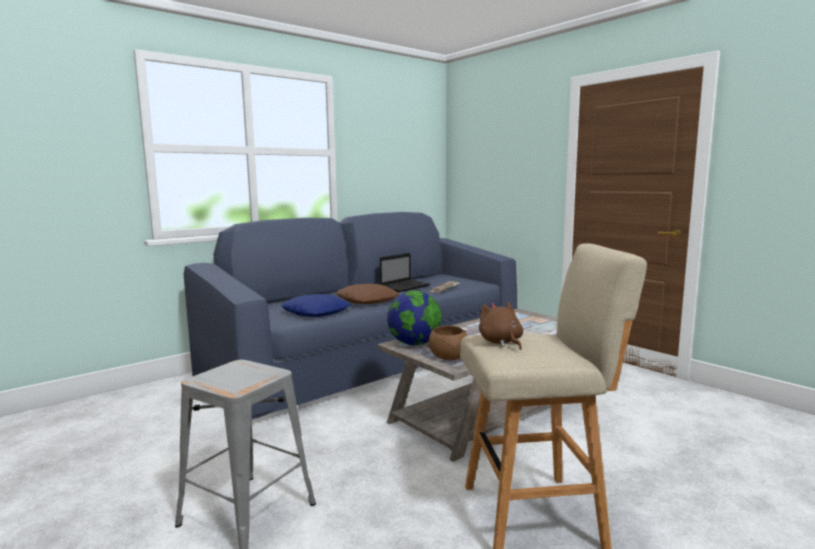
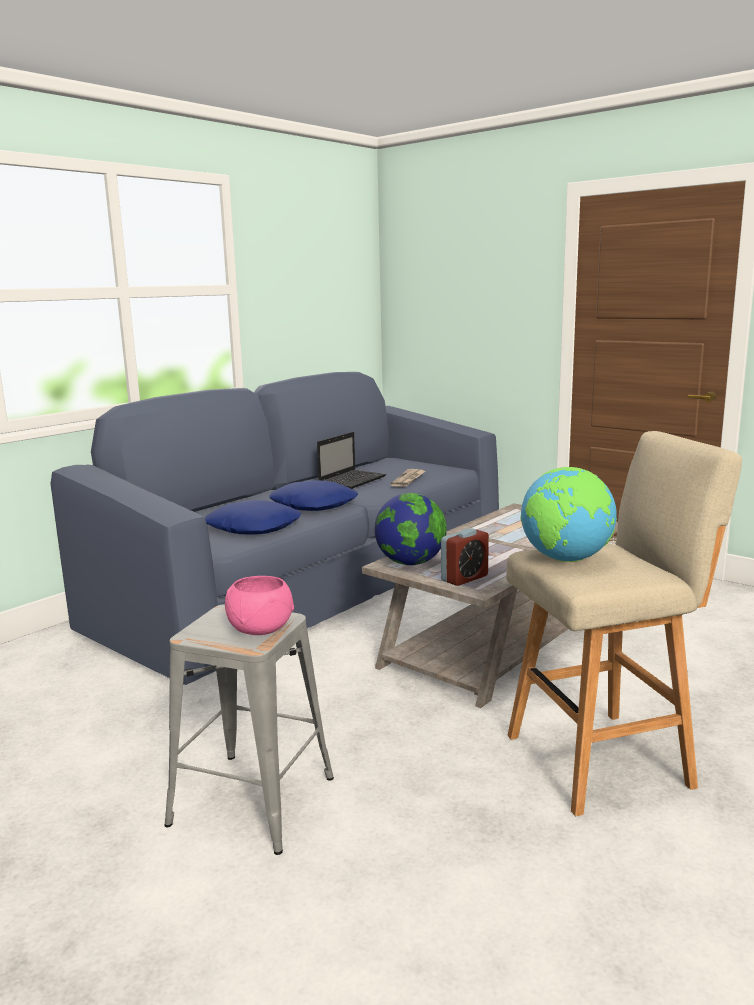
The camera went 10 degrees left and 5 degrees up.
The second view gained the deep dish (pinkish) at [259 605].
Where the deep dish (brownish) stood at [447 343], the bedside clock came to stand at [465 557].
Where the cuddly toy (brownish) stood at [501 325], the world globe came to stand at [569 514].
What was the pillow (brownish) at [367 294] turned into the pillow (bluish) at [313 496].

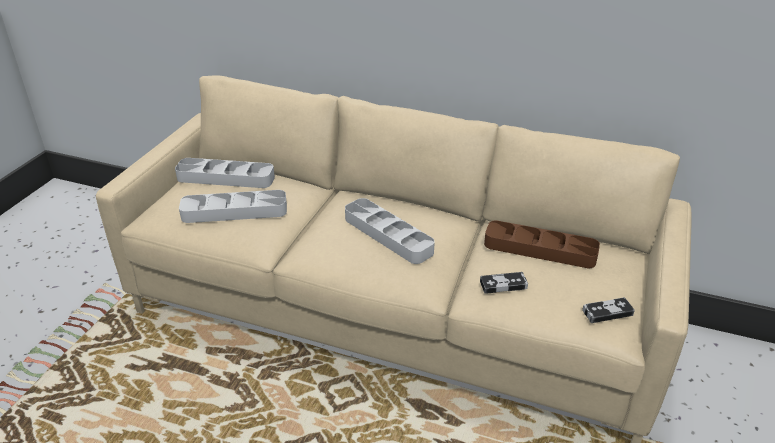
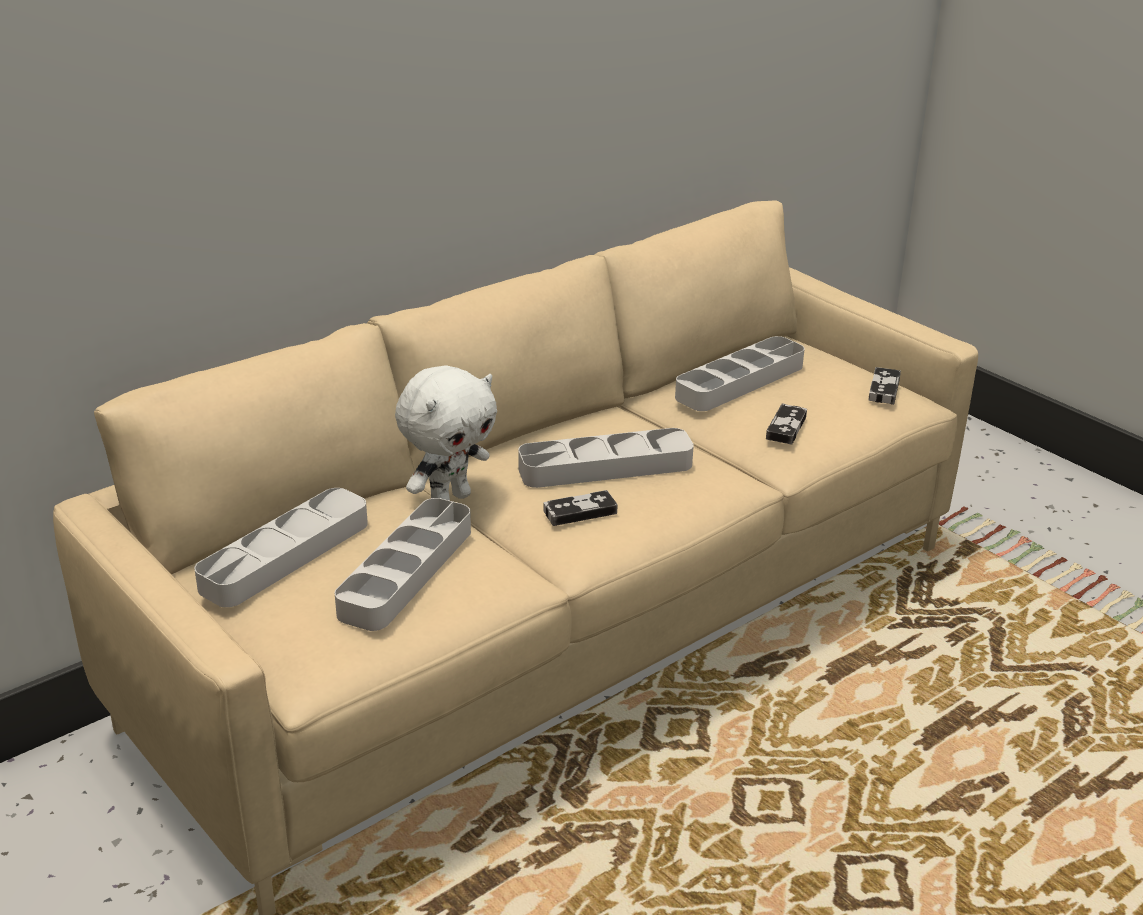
The camera went 60 degrees left and 5 degrees down.
The second view gained the cuddly toy (whitish) at [446 433].
The second view gained the joypad at [580 508].
What was the serving tray (brownish) at [542 244] turned into the serving tray (gray) at [740 373].

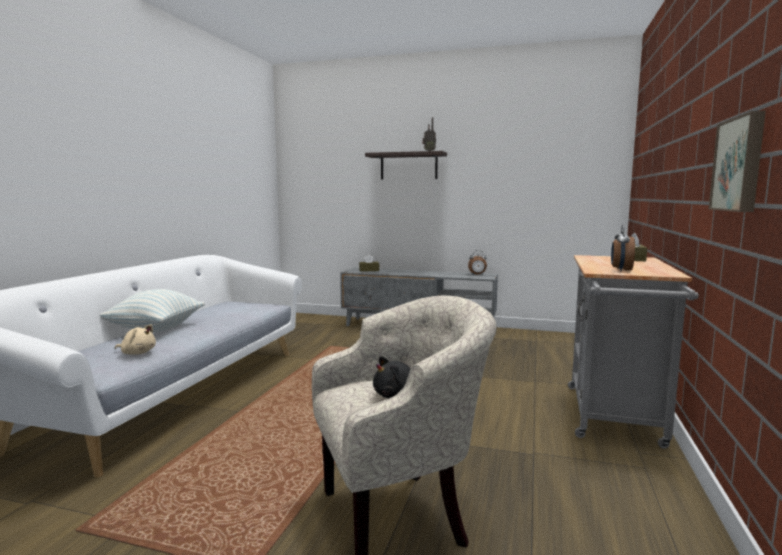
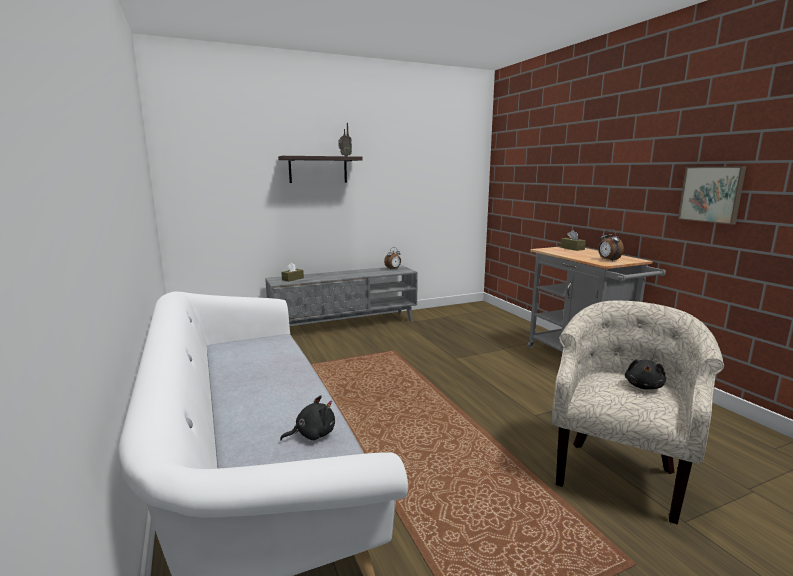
The camera went 40 degrees left and 5 degrees up.
The second view lost the pillow at [152 310].
What was the cuddly toy (sand-coloured) at [135 339] turned into the cuddly toy (blackish) at [307 417].

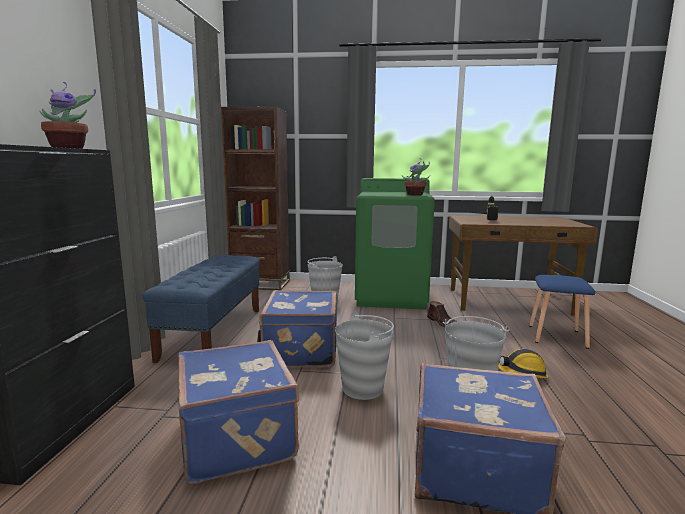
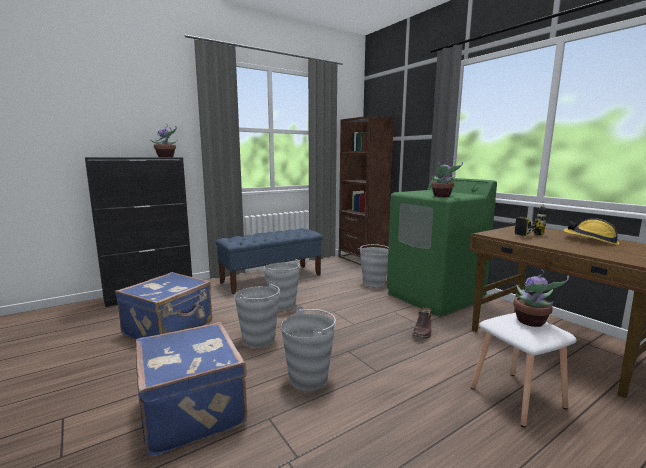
The camera went 50 degrees right and 0 degrees up.
The second view gained the potted plant at [541 298].
The work helmet ended up elsewhere, having gone from [523 363] to [591 231].
Where the travel case (bluish) stood at [297 329], the bucket (gray) came to stand at [282 285].
What was the stool seat (bluish) at [562 312] turned into the stool seat (whitish) at [523 370].

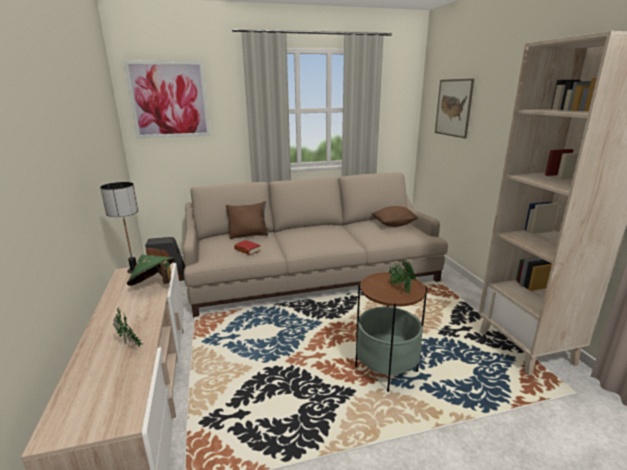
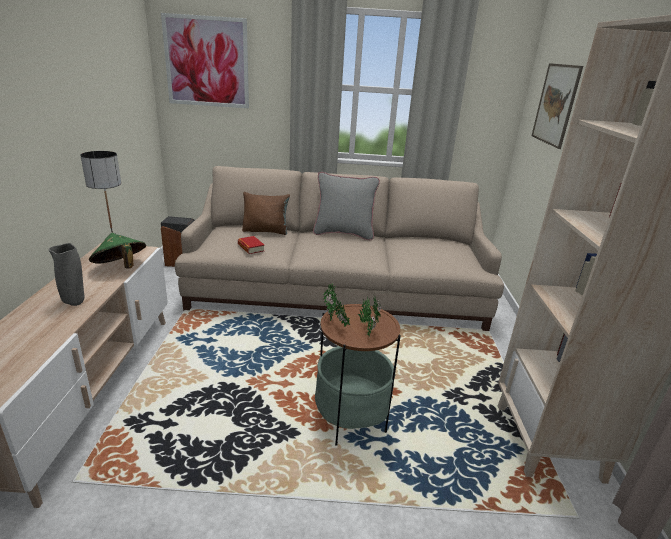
The camera went 15 degrees right and 5 degrees up.
The second view lost the pillow (brownish) at [394 216].
The second view gained the flower vase (gray) at [66 274].
The second view gained the pillow (gray) at [346 206].
The potted plant ended up elsewhere, having gone from [127 327] to [337 305].

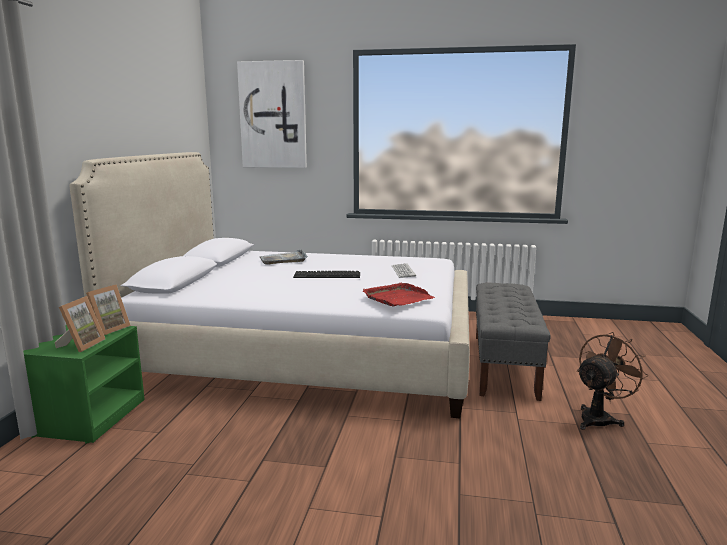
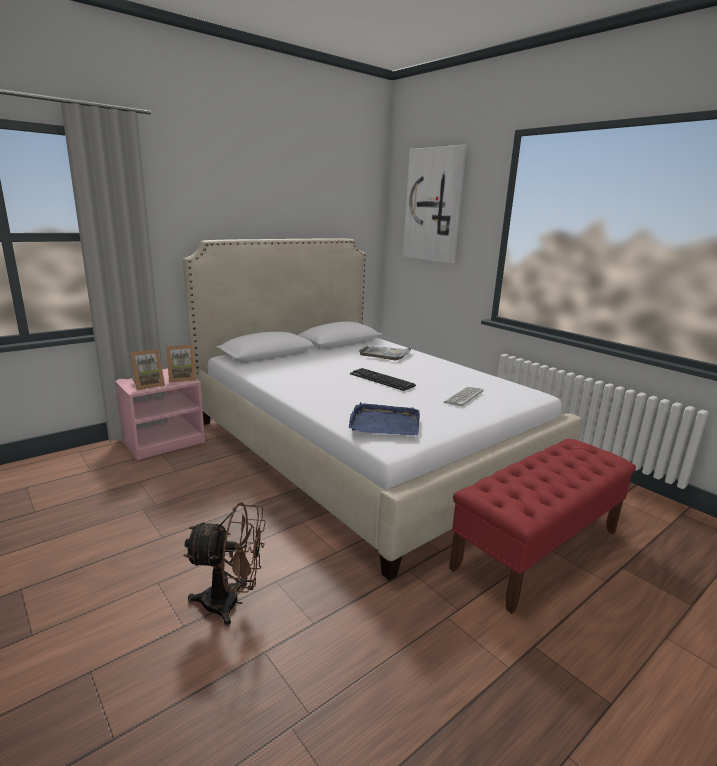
The camera went 40 degrees right and 5 degrees up.
The cooling fan (brownish) ended up elsewhere, having gone from [612 381] to [224 564].
What was the bedside table (greenish) at [84 384] turned into the bedside table (pinkish) at [160 414].
What was the serving tray (reddish) at [398 295] turned into the serving tray (bluish) at [384 419].
What was the long seat (gray) at [513 342] turned into the long seat (reddish) at [542 526].

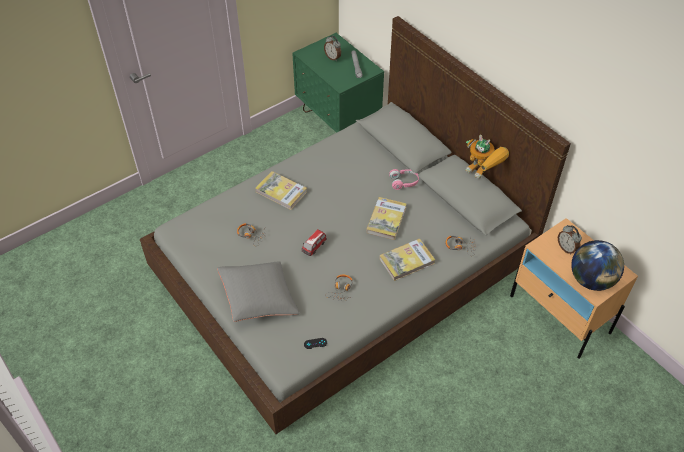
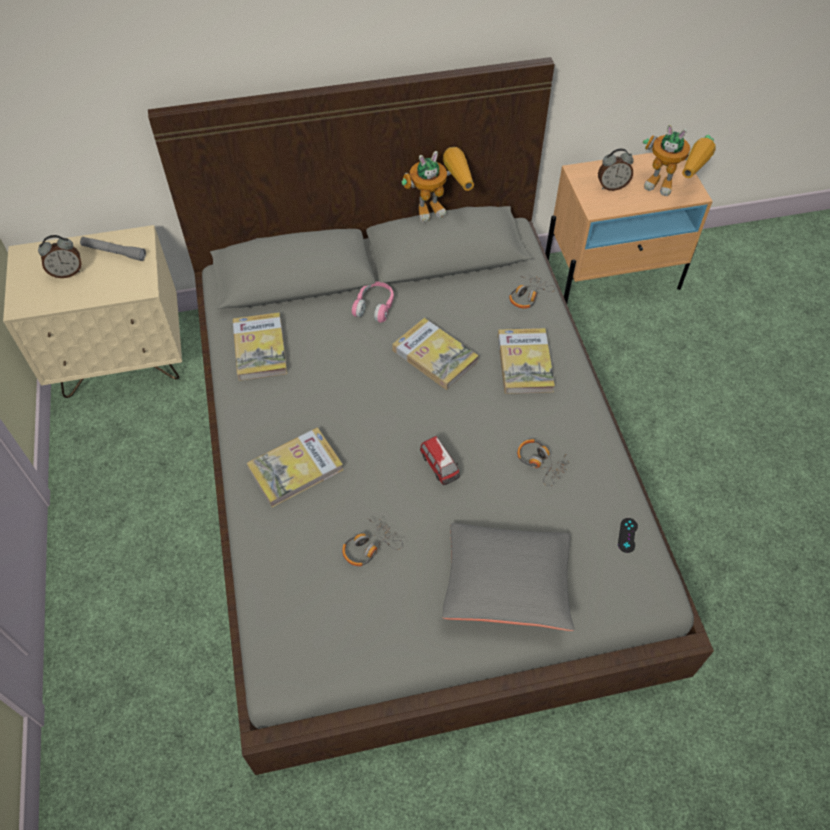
The camera went 65 degrees left and 5 degrees up.
The second view gained the bound book at [260 346].
Where the world globe stood at [597 265], the model robot came to stand at [679 160].
What was the bedside table (greenish) at [338 83] turned into the bedside table (sand-coloured) at [92 311].

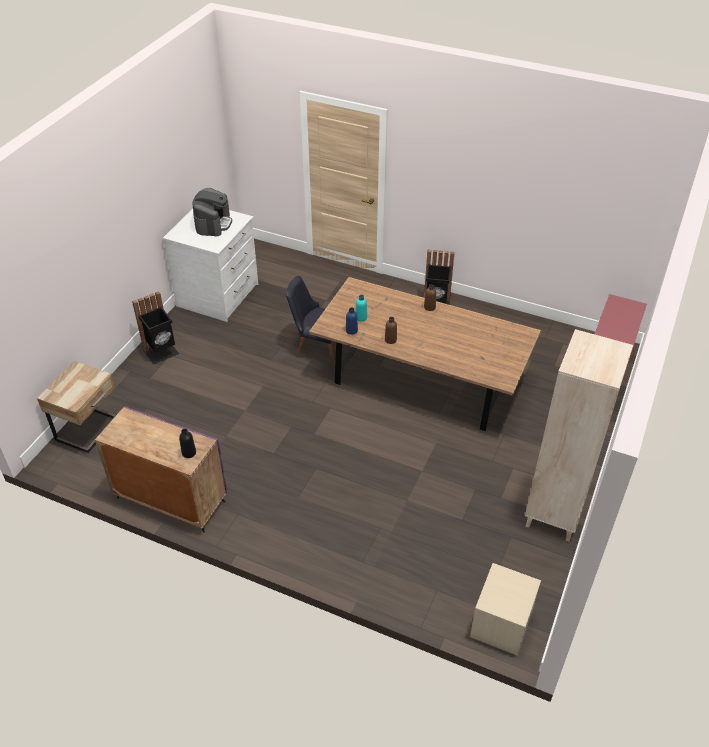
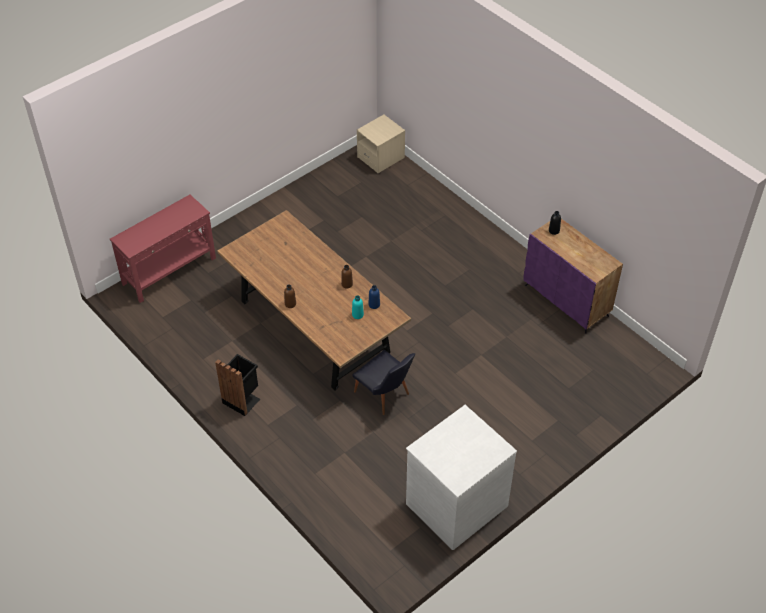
The camera went 155 degrees left and 5 degrees up.
The second view lost the bedside table (sand-coloured) at [76 407].
The second view lost the waste bin (blackish) at [155 327].
The second view lost the coffee brewer at [212 212].
The second view lost the bookcase (sand-coloured) at [579 435].

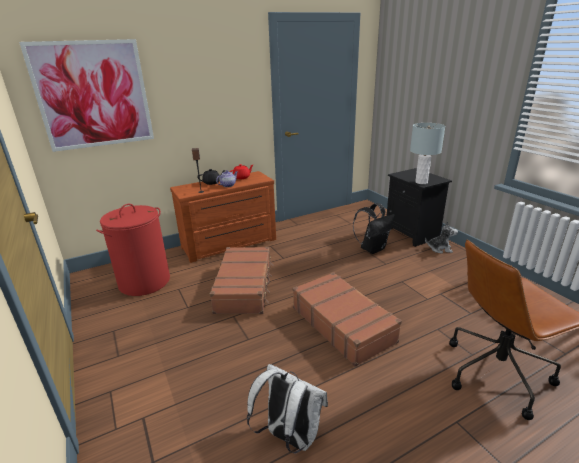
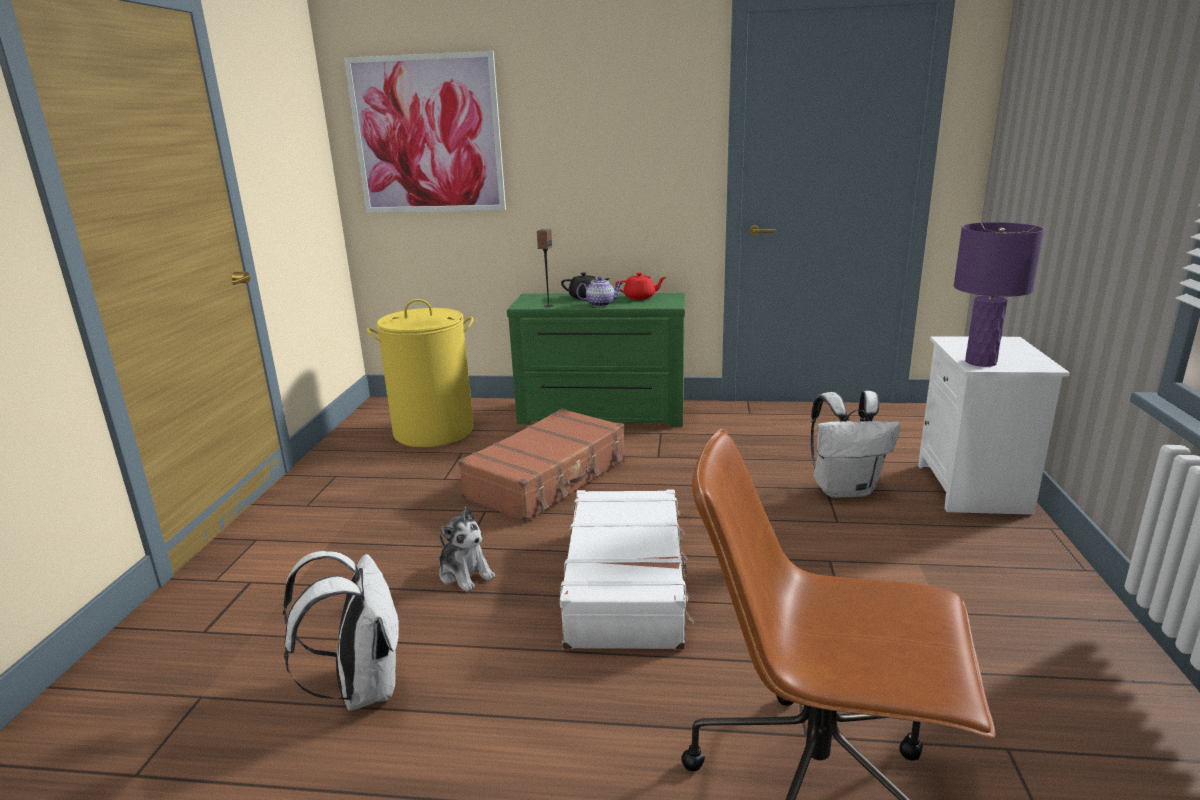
The camera went 35 degrees right and 5 degrees down.
The cuddly toy ended up elsewhere, having gone from [441 237] to [467 549].
What was the hamper (reddish) at [133 250] turned into the hamper (yellow-coloured) at [420 373].
What was the drawer chest (brownish) at [223 217] turned into the drawer chest (greenish) at [596 360].
What was the travel case (brownish) at [347 319] turned into the travel case (whitish) at [627 569].
What was the rucksack (blackish) at [374 228] turned into the rucksack (whitish) at [855 444].
What was the bedside table (blackish) at [419 207] turned into the bedside table (whitish) at [994 426].
What was the tabletop lamp (gray) at [427 153] turned into the tabletop lamp (purplish) at [998 294].

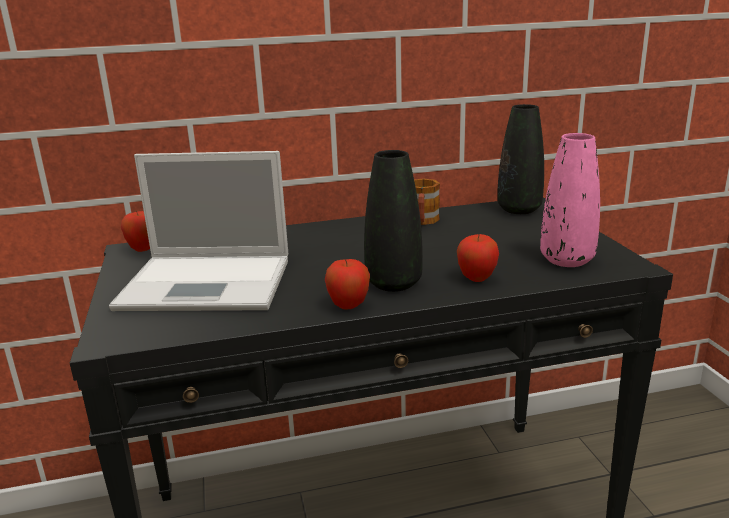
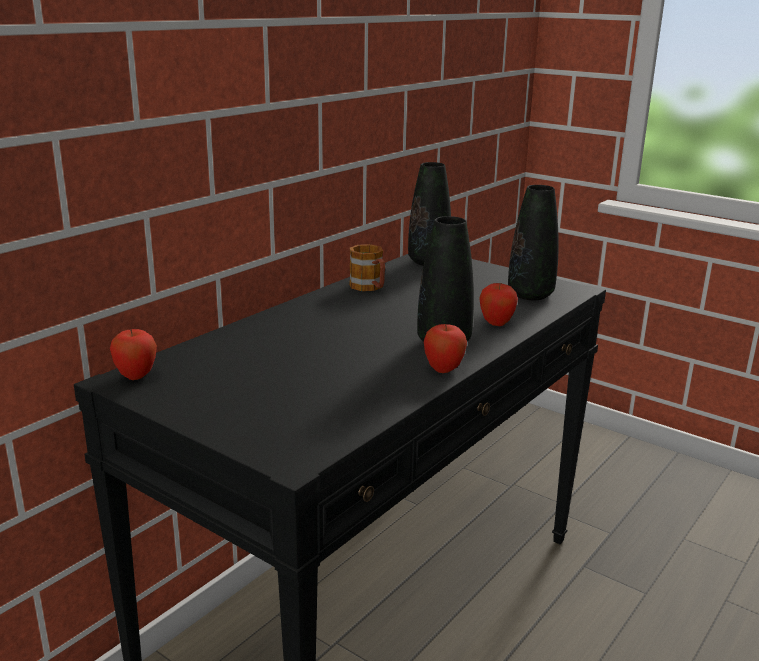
The camera went 40 degrees left and 0 degrees up.
The second view lost the portable computer at [198 231].
What was the flower vase (pinkish) at [570 200] turned into the flower vase (blackish) at [533 242].

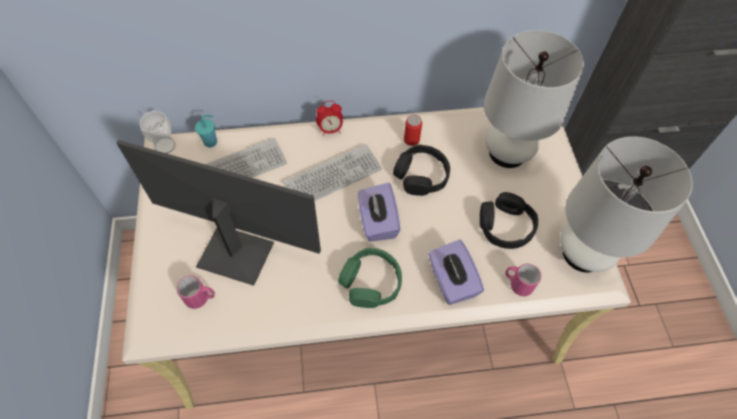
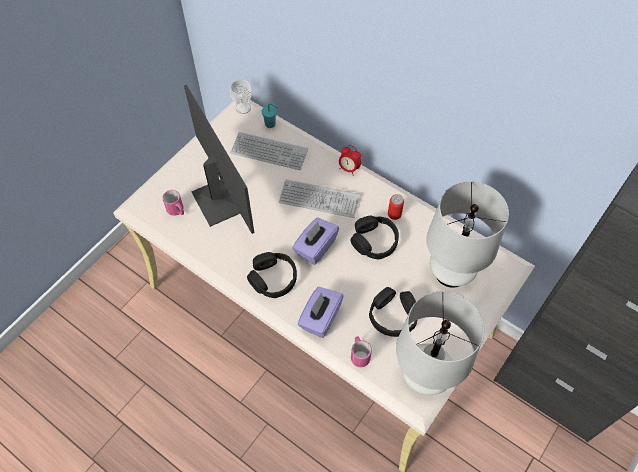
The camera went 45 degrees right and 0 degrees up.
What was the pair of headphones (greenish) at [370 278] turned into the pair of headphones (blackish) at [272 275].

